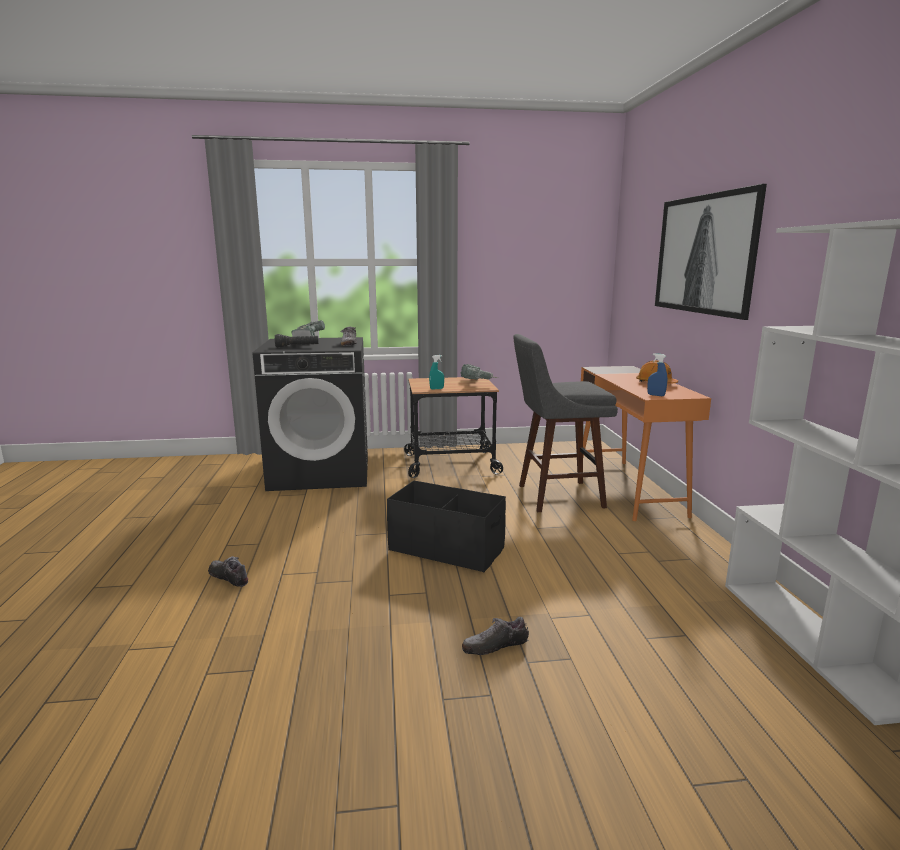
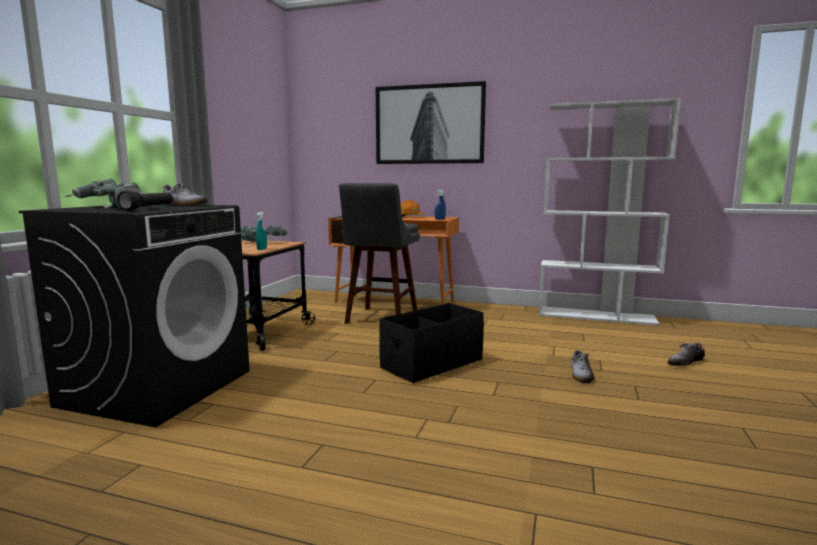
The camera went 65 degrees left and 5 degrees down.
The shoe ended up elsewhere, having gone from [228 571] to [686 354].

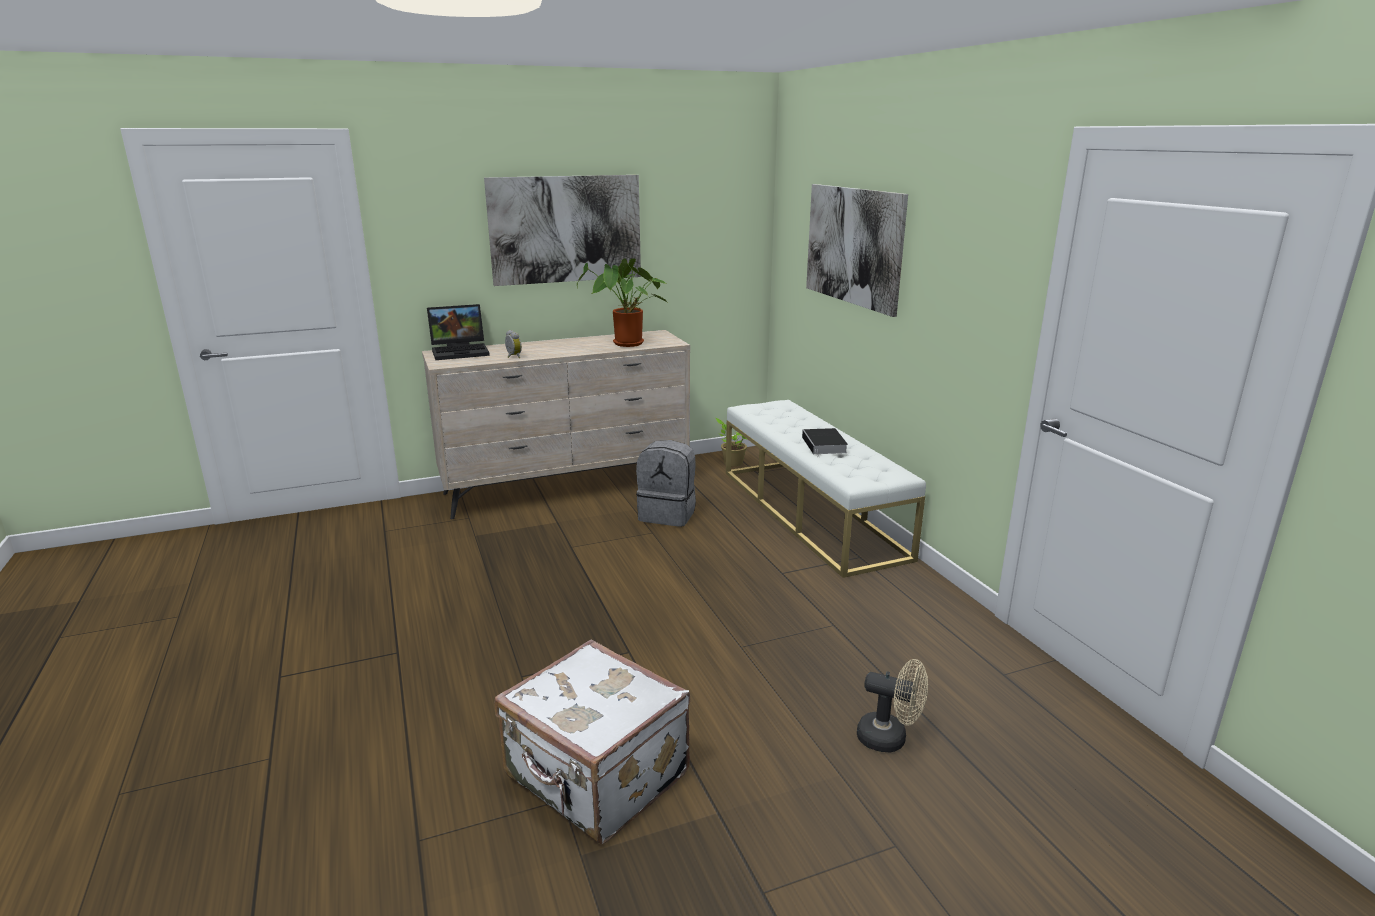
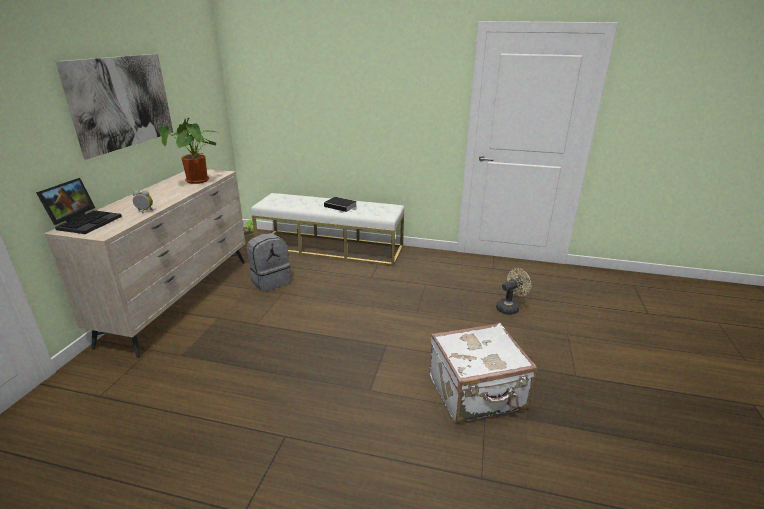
The camera went 55 degrees left and 5 degrees up.
The second view lost the picture at [857 250].

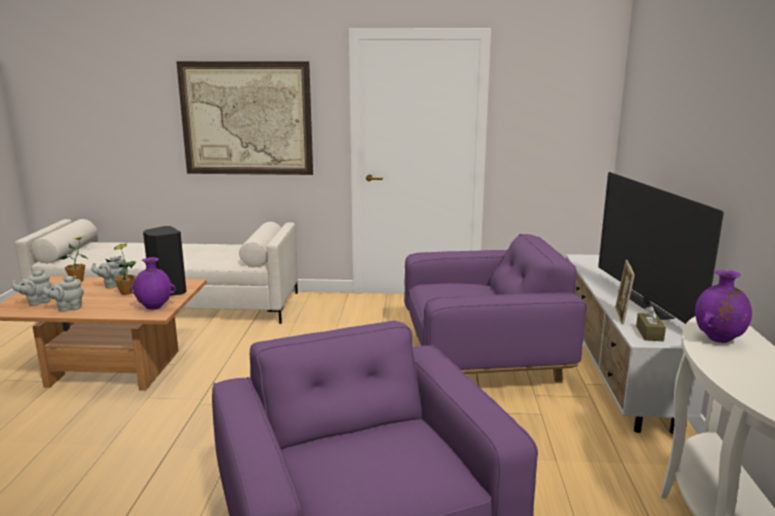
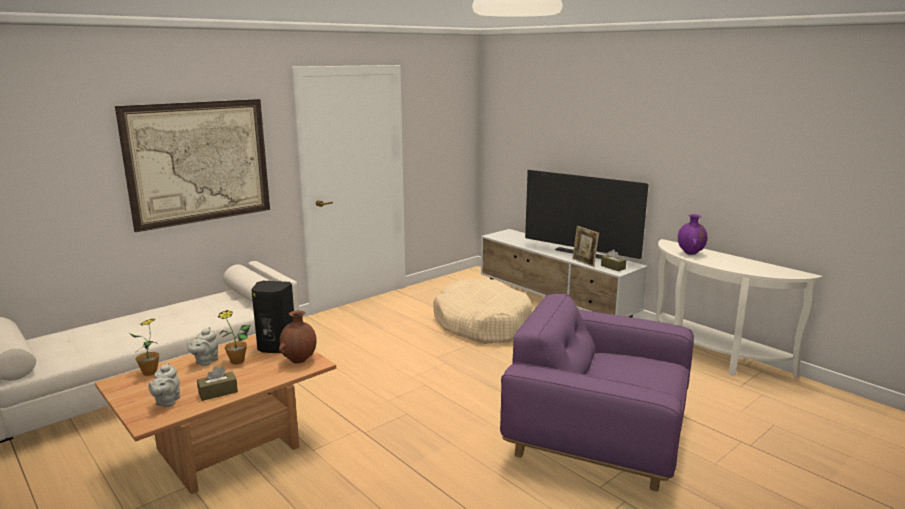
The camera went 45 degrees left and 0 degrees up.
Where the tea pot (gray) stood at [63 294], the box of tissues (brownish) came to stand at [217 383].
Where the armchair (purplish) stood at [495 308], the dog cushion (sand-coloured) came to stand at [483 311].
What was the flower vase (purplish) at [153 283] turned into the flower vase (brownish) at [298 337].

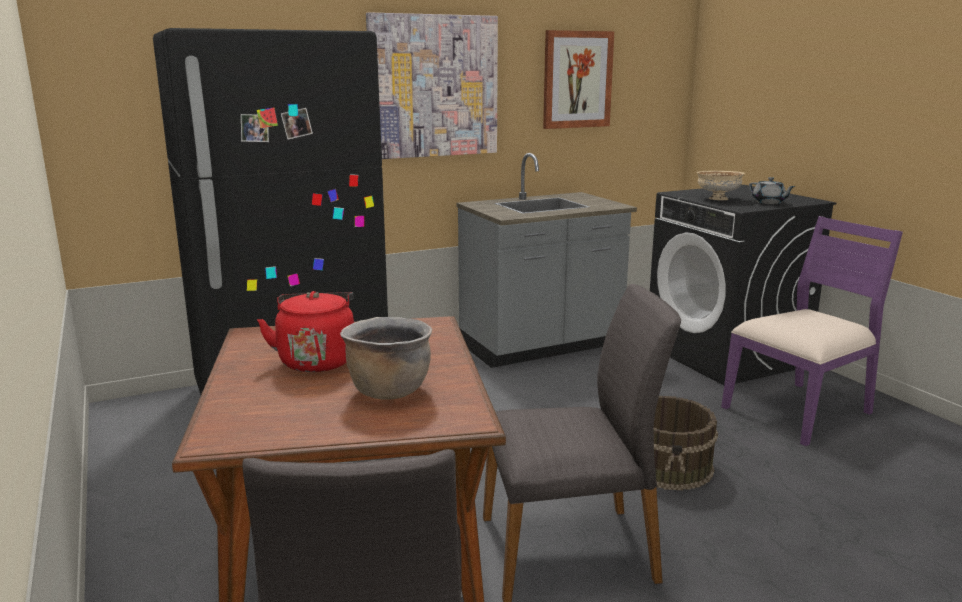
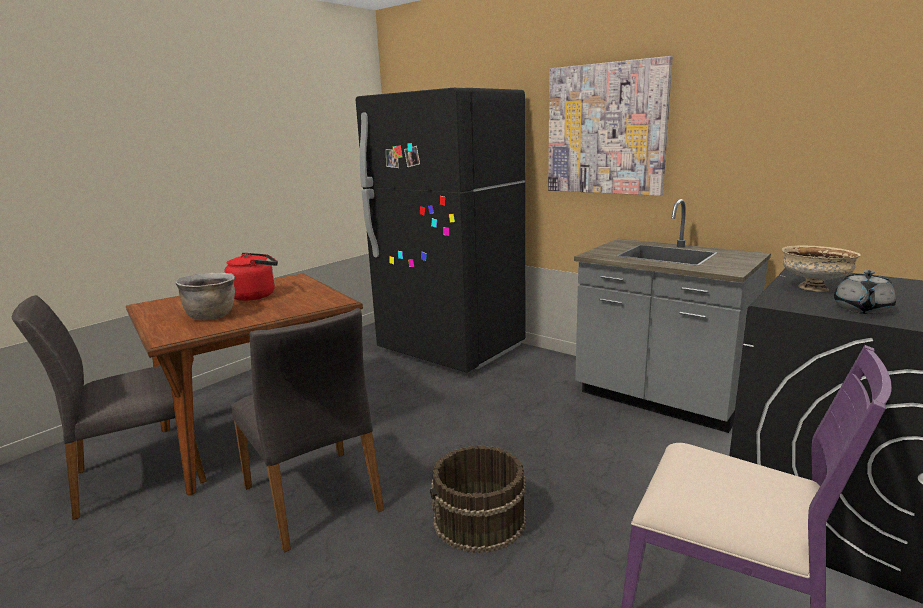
The camera went 65 degrees right and 0 degrees up.
The second view lost the picture at [578 79].

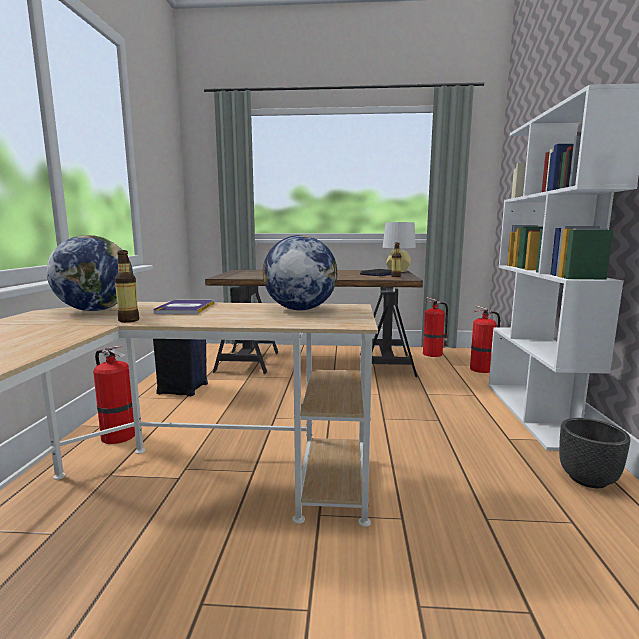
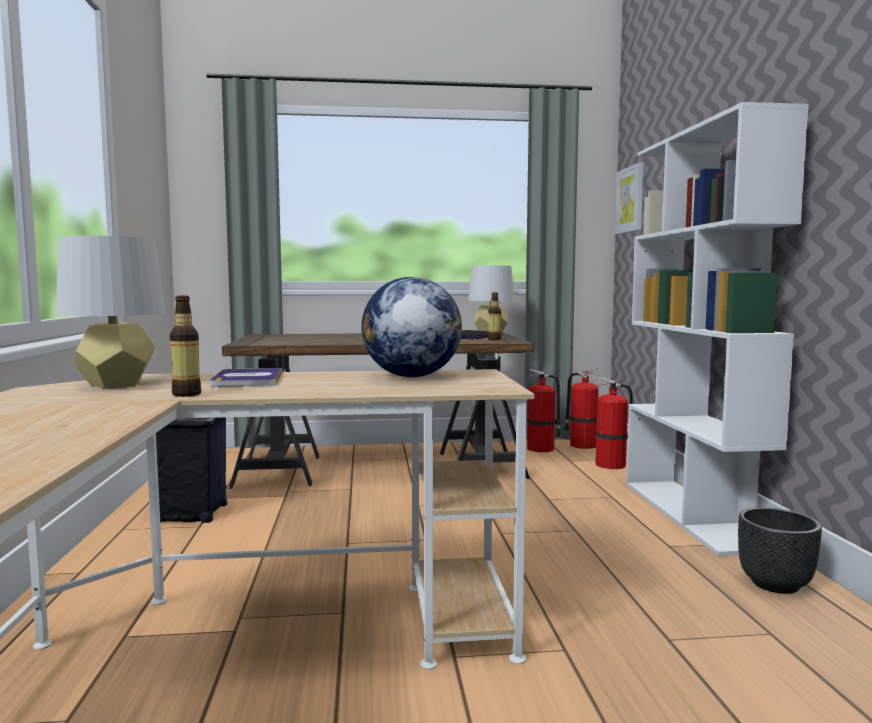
The camera went 10 degrees left and 5 degrees down.
The second view gained the picture at [629 198].
The fire extinguisher ended up elsewhere, having gone from [114 394] to [582 408].
Where the world globe stood at [89 273], the tabletop lamp (gray) came to stand at [111 312].

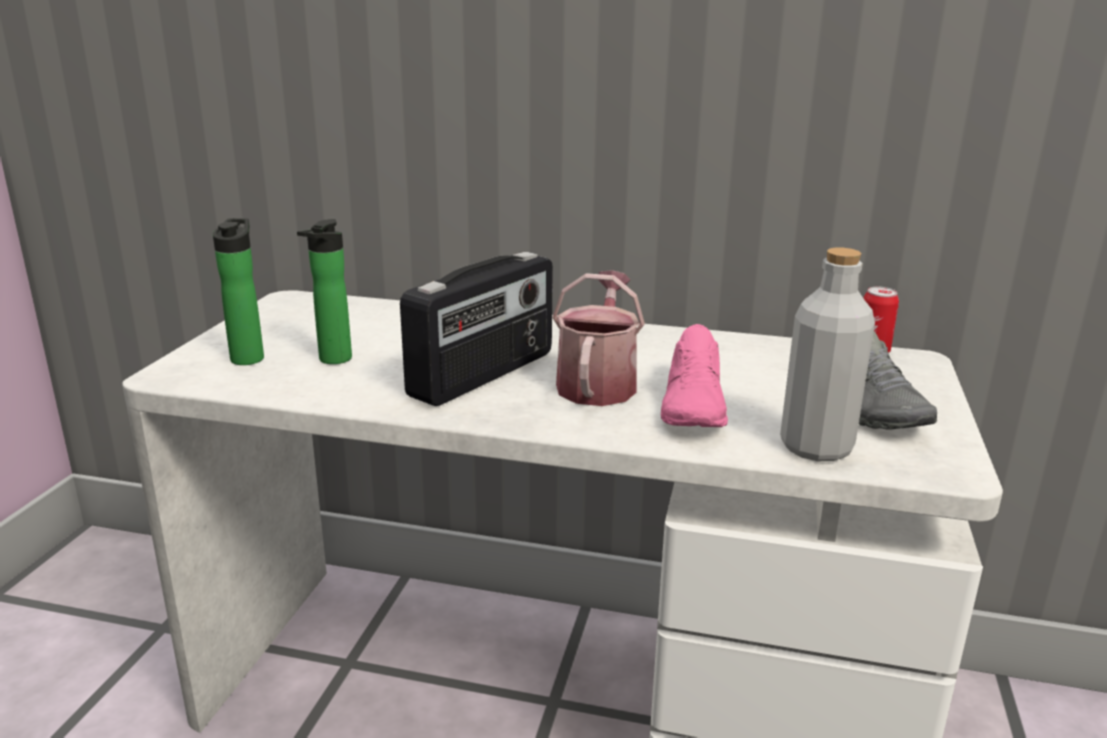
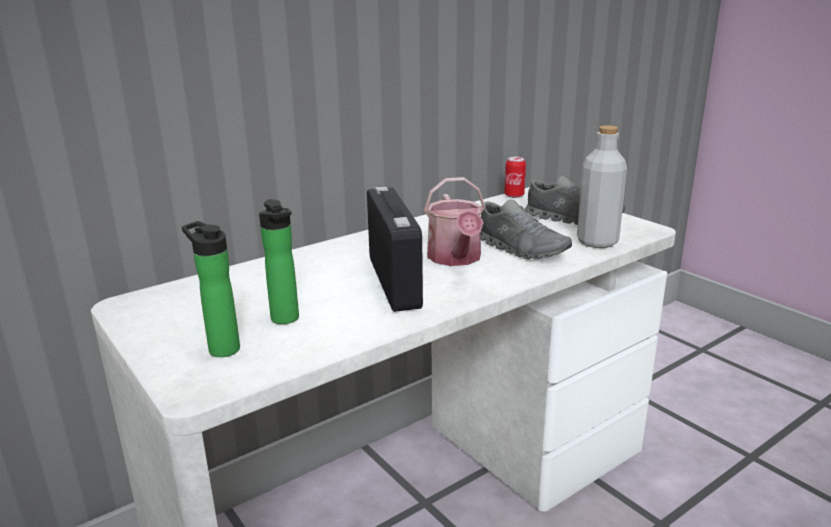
The camera went 50 degrees left and 0 degrees up.
What was the shoe (pinkish) at [694 375] turned into the shoe (gray) at [526 229].
The watering pot at [598 338] ended up facing another way, 150 degrees counterclockwise from before.

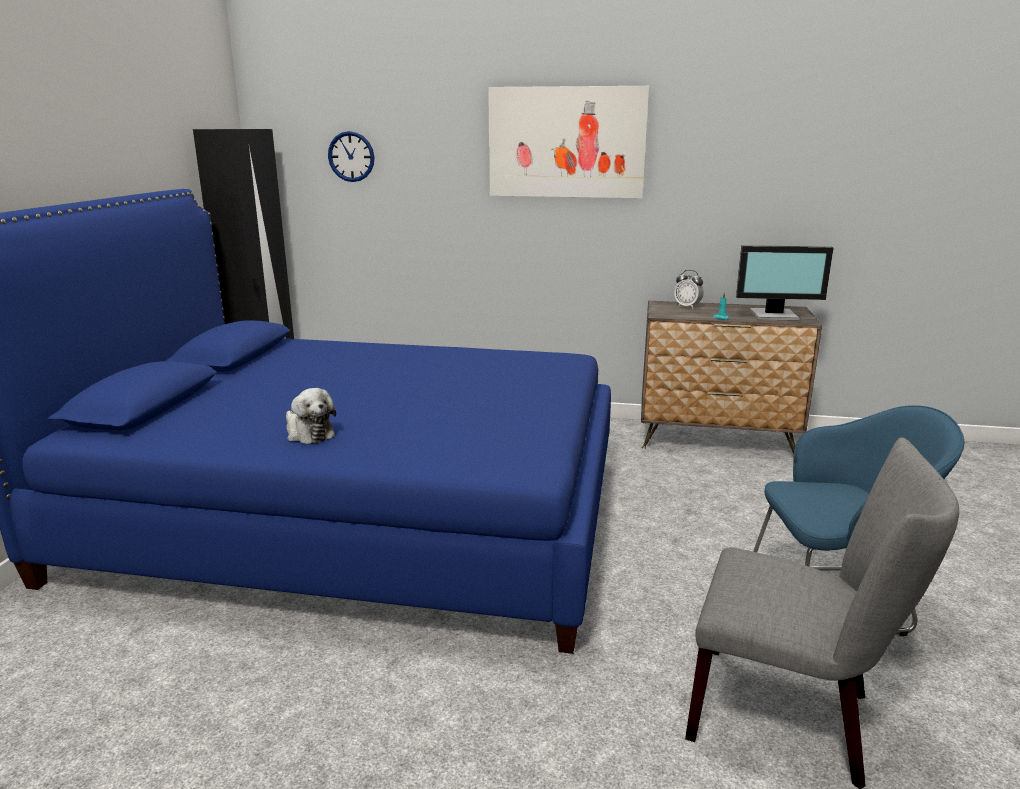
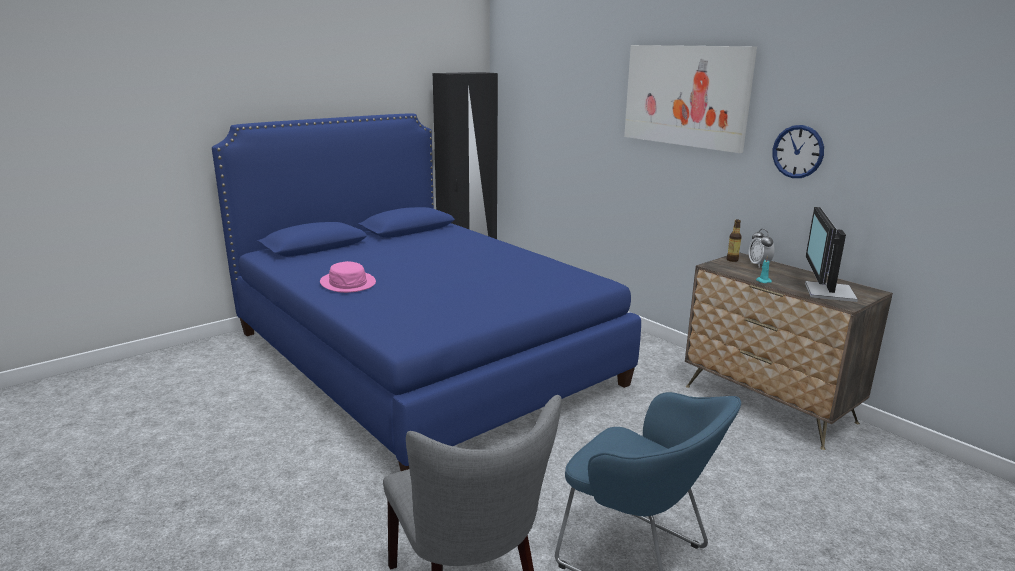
The camera went 40 degrees right and 0 degrees up.
The second view gained the drink bottle at [734 240].
The wall clock ended up elsewhere, having gone from [351 156] to [798 151].
Where the cuddly toy stood at [311 416], the clothing hat (pinkish) came to stand at [348 277].
The computer display at [785 283] ended up facing another way, 60 degrees clockwise from before.

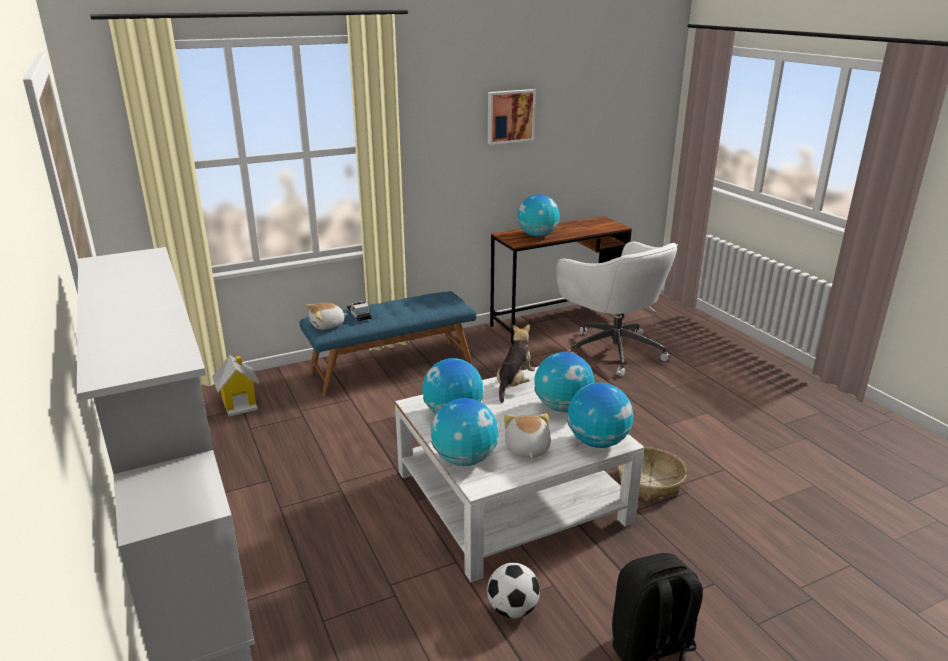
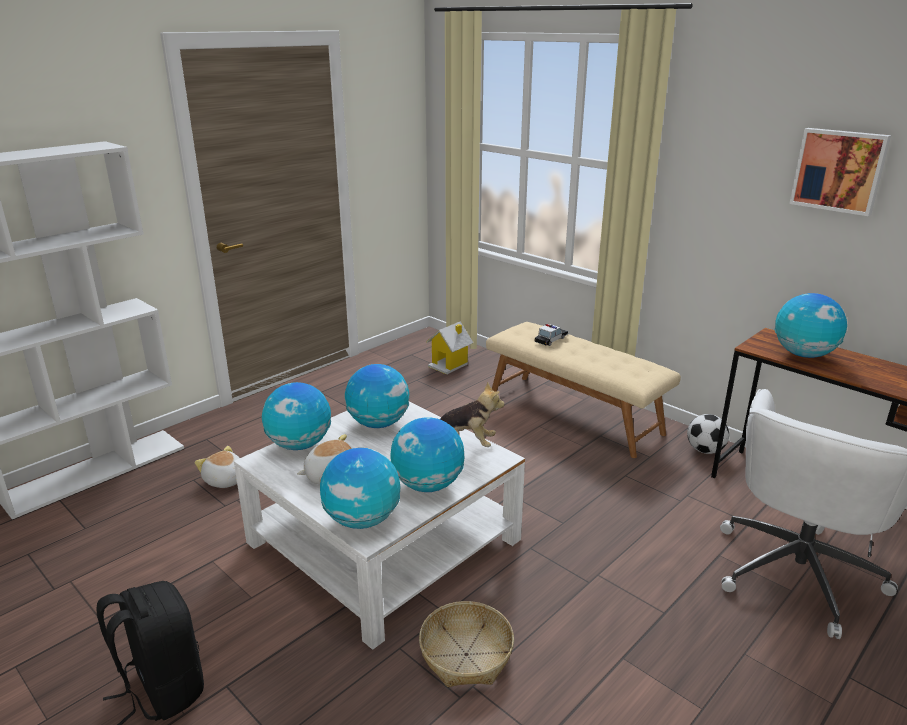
The camera went 70 degrees right and 0 degrees up.
The cuddly toy ended up elsewhere, having gone from [327 316] to [217 467].
The ball for football ended up elsewhere, having gone from [513 590] to [708 434].
What was the long seat (bluish) at [388 343] turned into the long seat (sand-coloured) at [583 390].

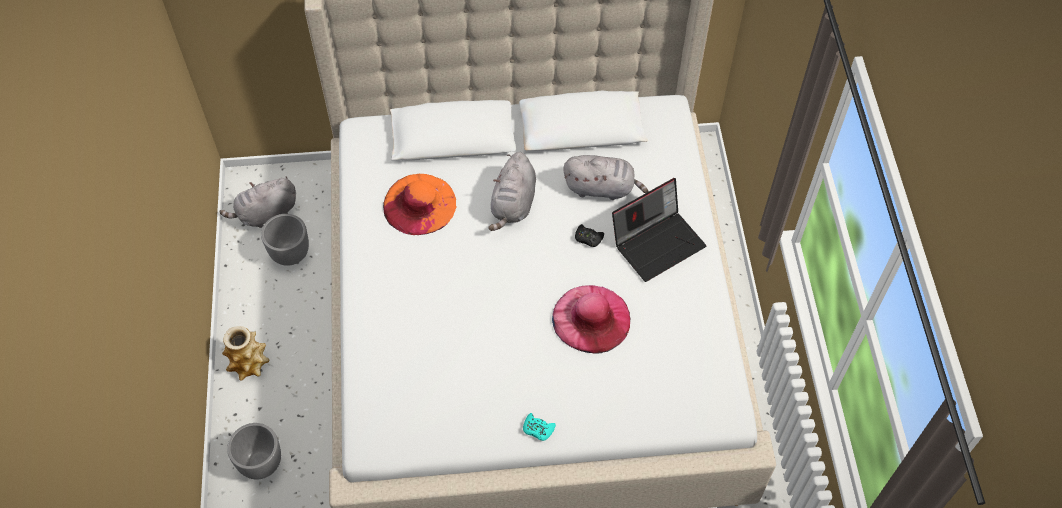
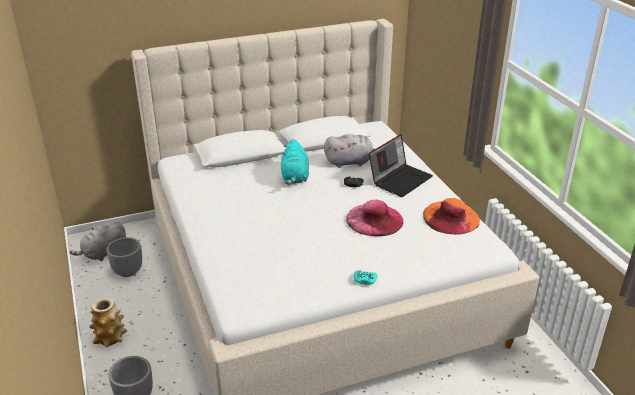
The camera went 15 degrees left and 25 degrees down.
The clothing hat (orange) ended up elsewhere, having gone from [420 204] to [451 216].
What was the cuddly toy (gray) at [512 191] turned into the cuddly toy (blue-green) at [295 162].

